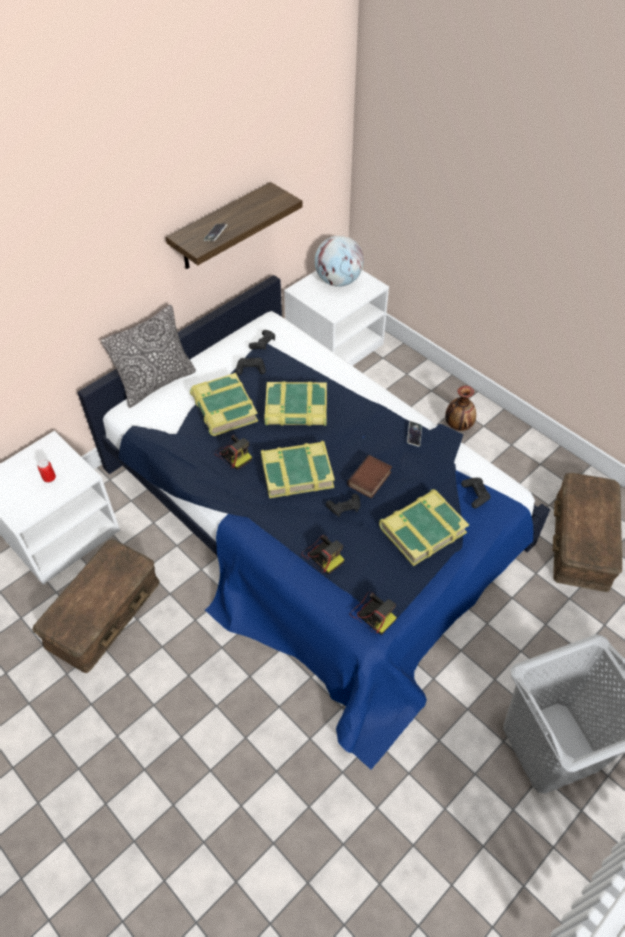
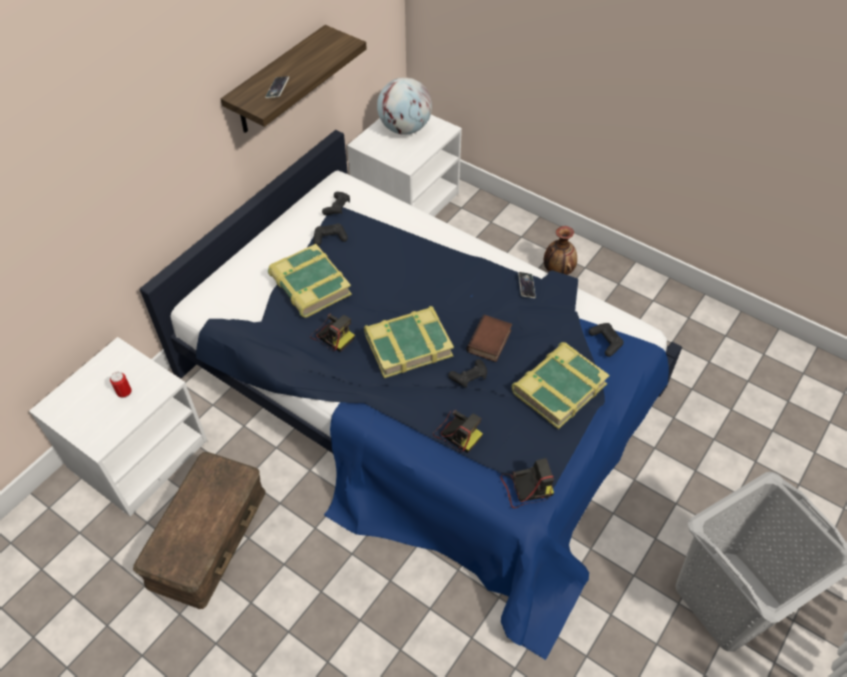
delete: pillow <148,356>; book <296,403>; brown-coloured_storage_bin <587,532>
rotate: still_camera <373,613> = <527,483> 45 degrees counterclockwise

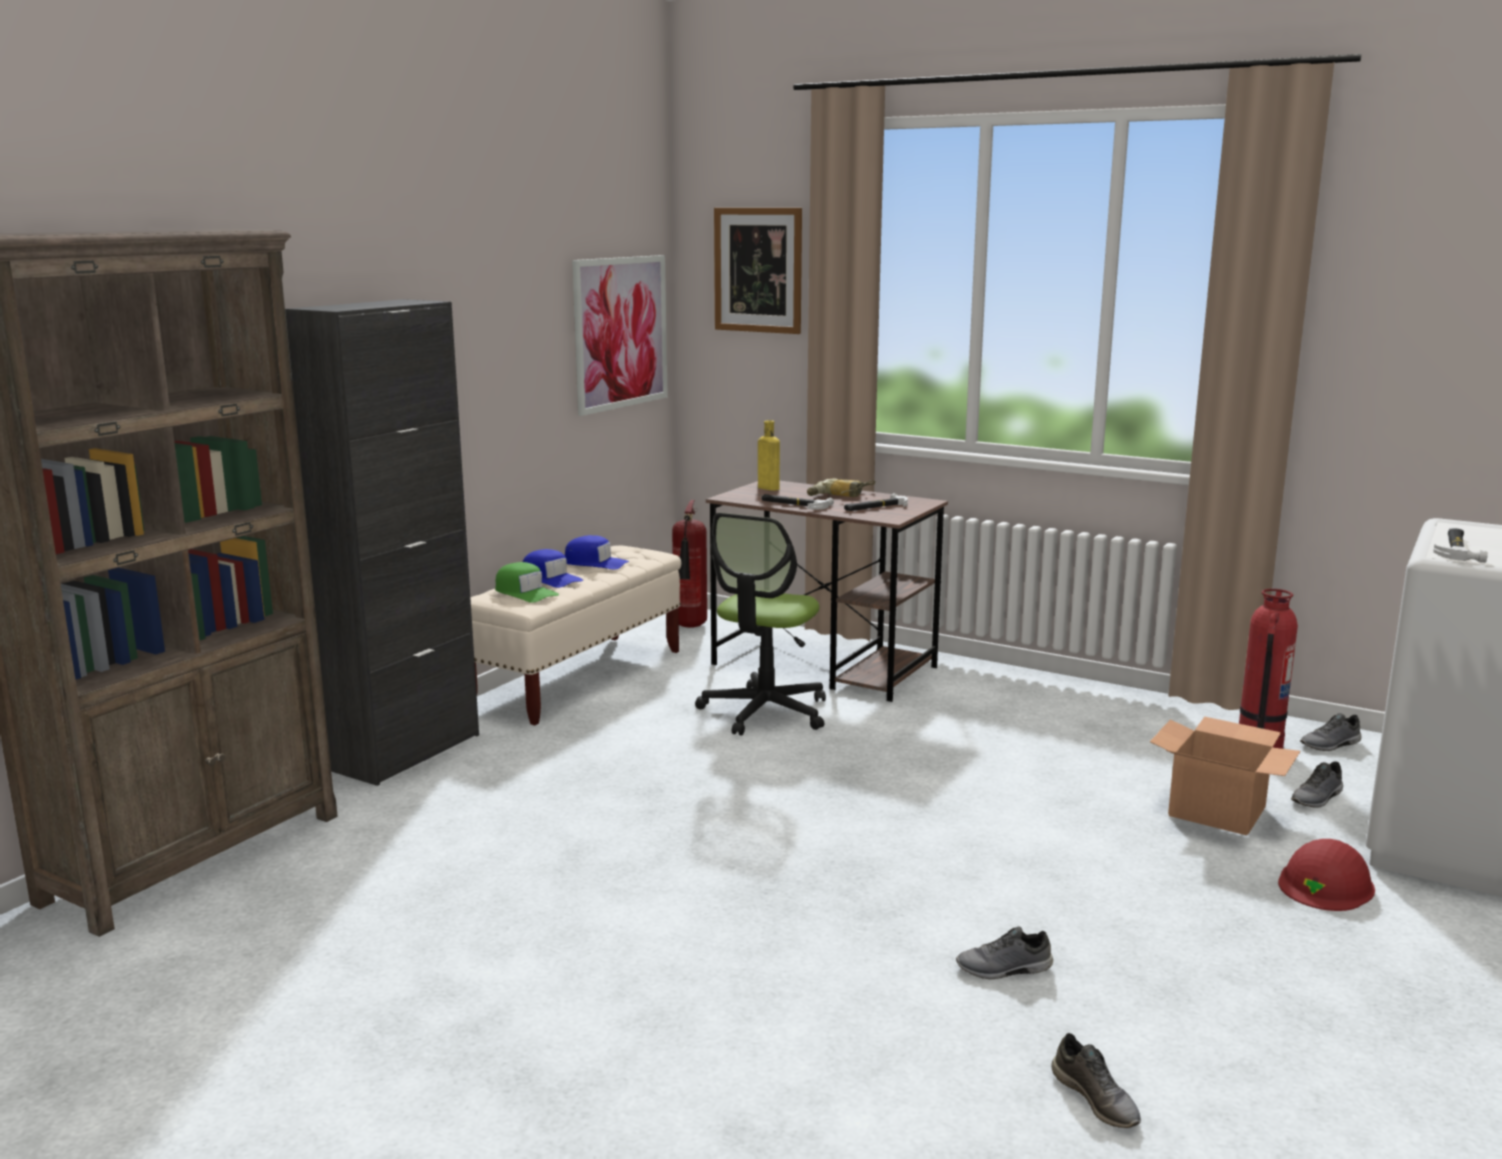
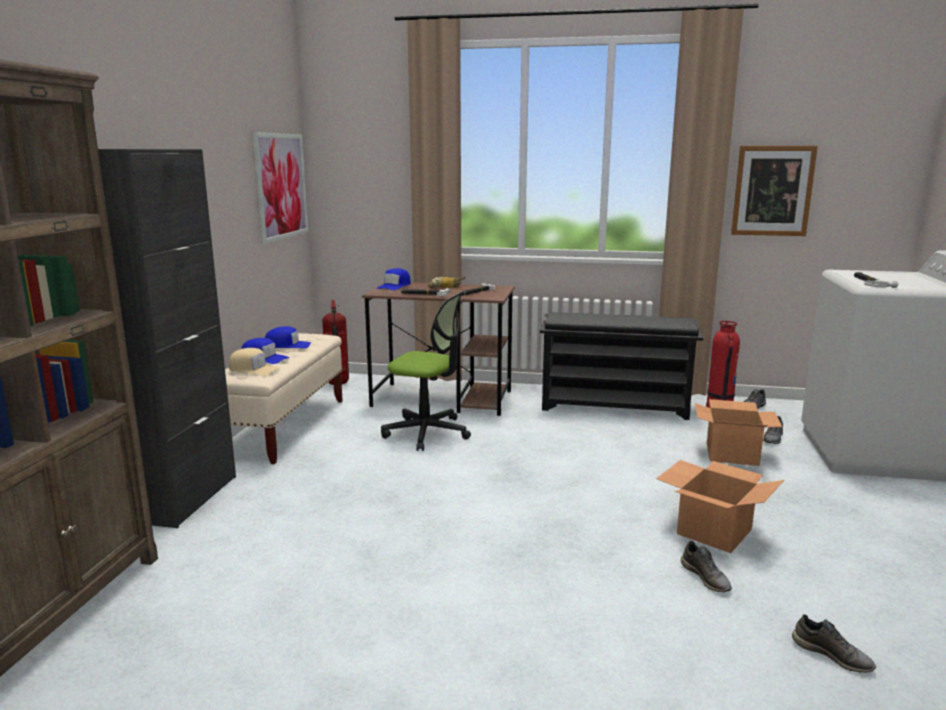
delete: red-coloured_hard_hat <1326,875>
insert: blackish_shoe_shelf <621,366>; carton <720,506>
move: picture <758,271> to <774,191>
replace: yellowish_bottle <769,455> to bluish_baseball_cap <394,279>
recolor: green-coloured_baseball_cap <527,582> to sand-coloured_baseball_cap <254,362>
rotate: desk_chair <760,624> = <426,371> 75 degrees counterclockwise; gray_low_shoe <1004,952> = <706,566> 90 degrees counterclockwise

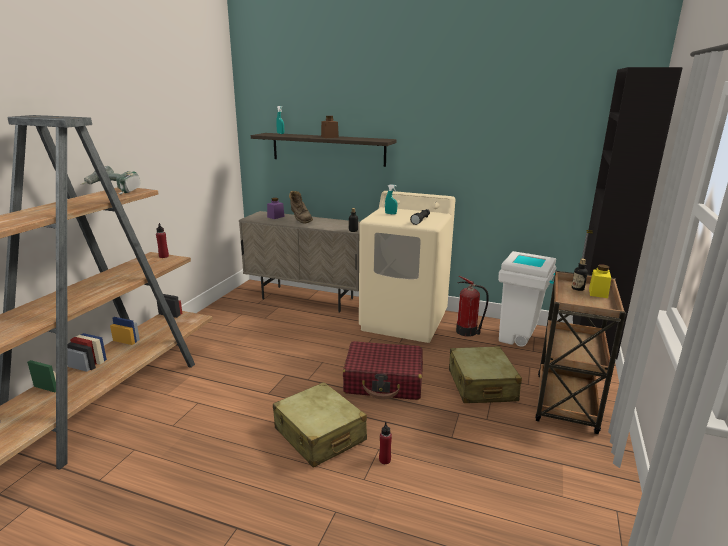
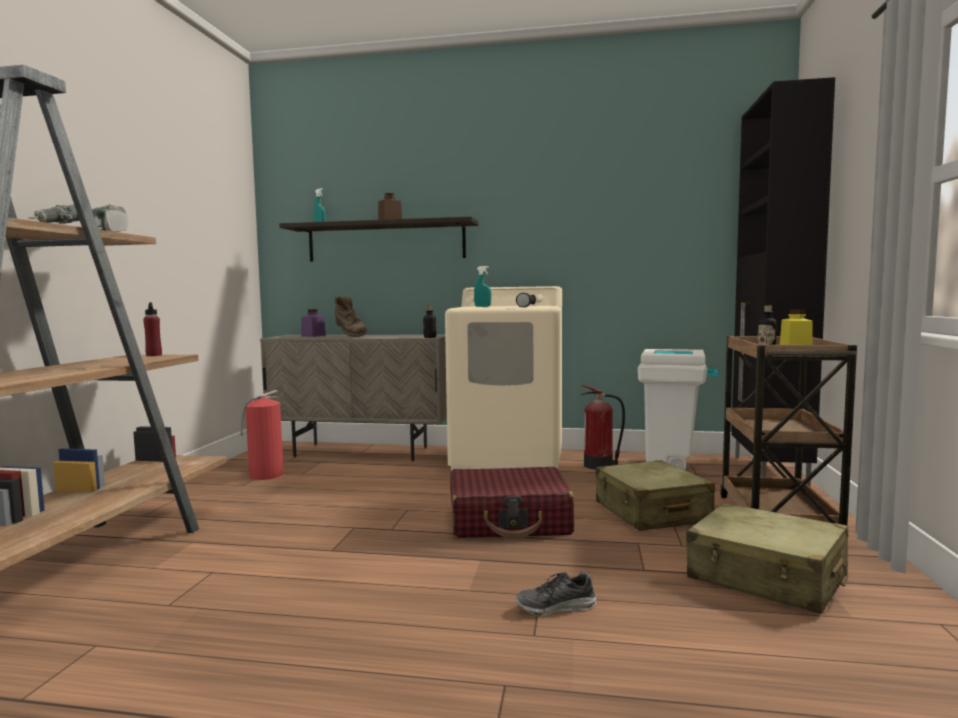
insert: fire_extinguisher <262,435>
move: sand-coloured_travel_case <320,424> to <767,558>
replace: red-coloured_bottle <385,443> to low_shoe <556,593>

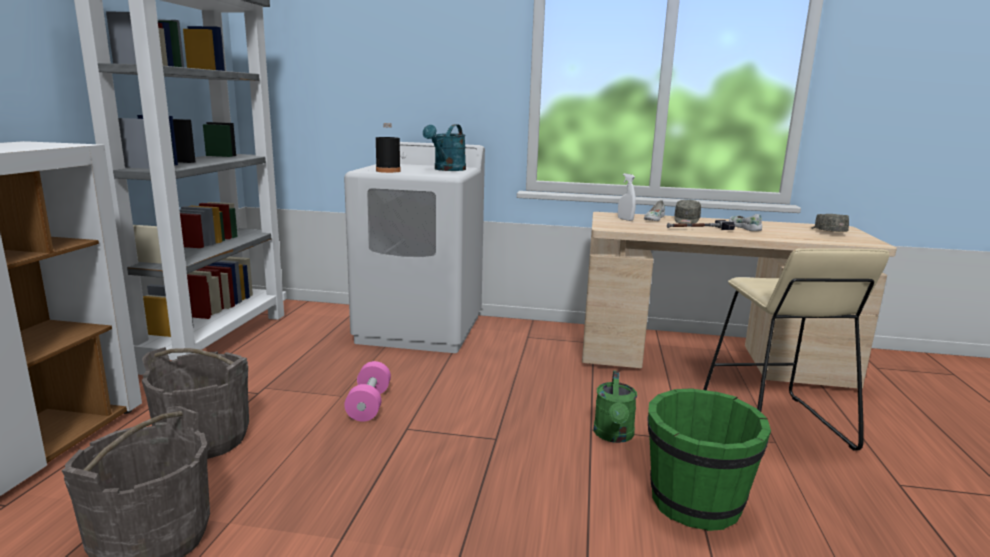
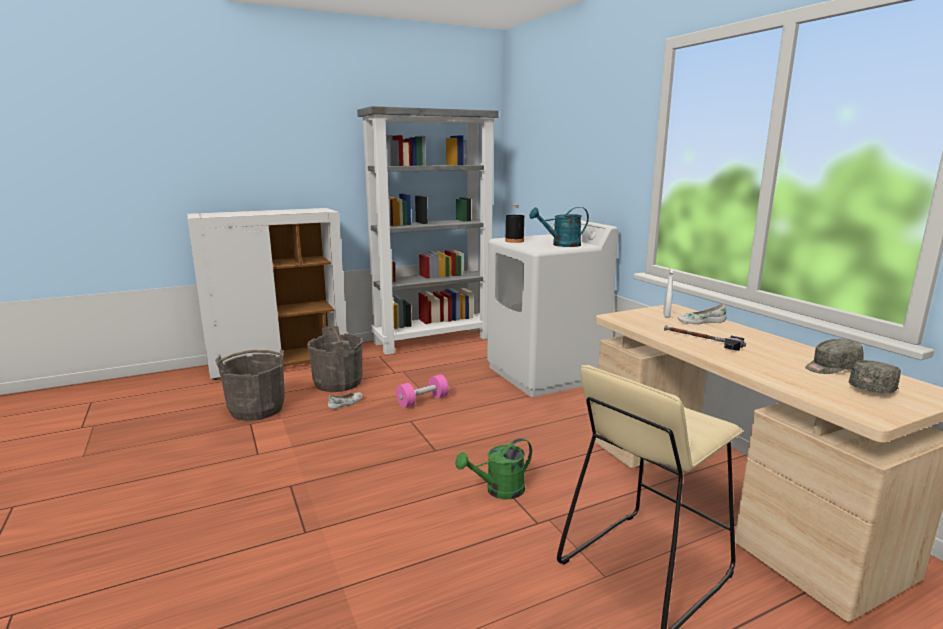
delete: green-coloured_water_bucket <709,459>
move: white_low_shoe <745,222> to <345,400>; gray_baseball_cap <687,212> to <834,356>

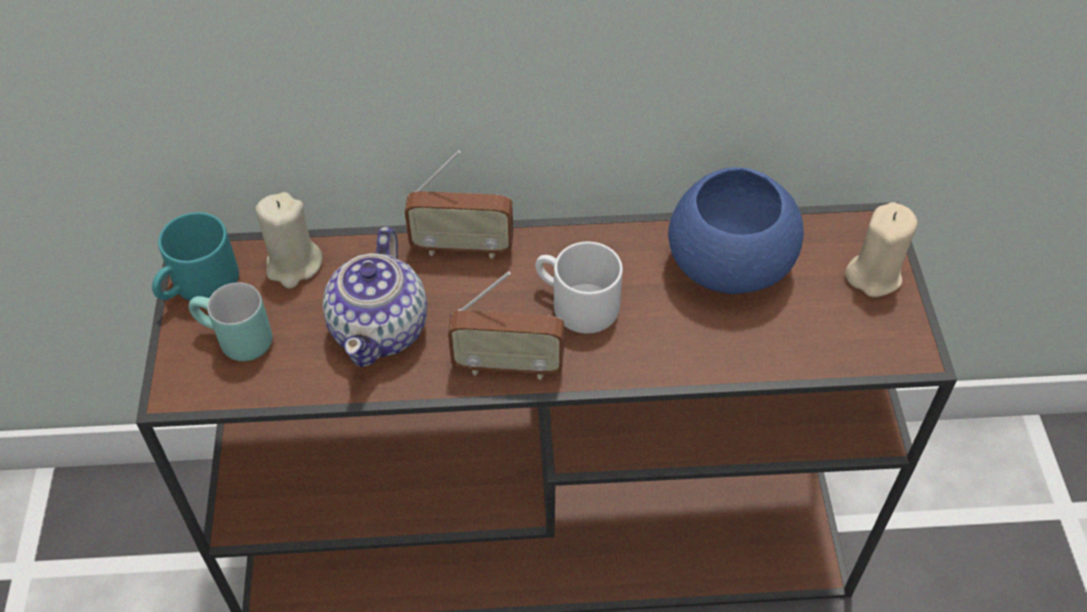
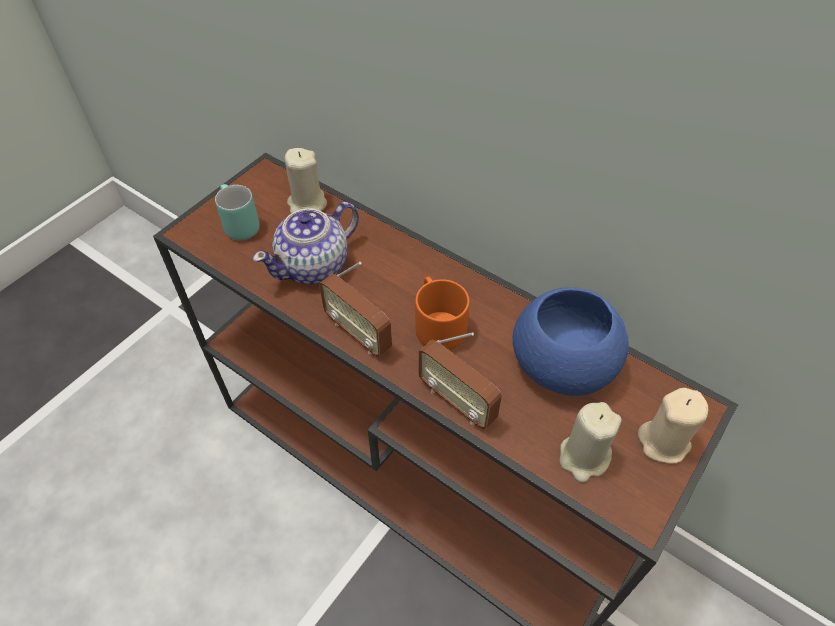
delete: turquoise-coloured_coffee_mug <195,256>
insert: sand-coloured_candle <591,442>
move: radio <459,204> to <460,380>
recolor: white_coffee_mug <579,288> to orange_coffee_mug <442,313>

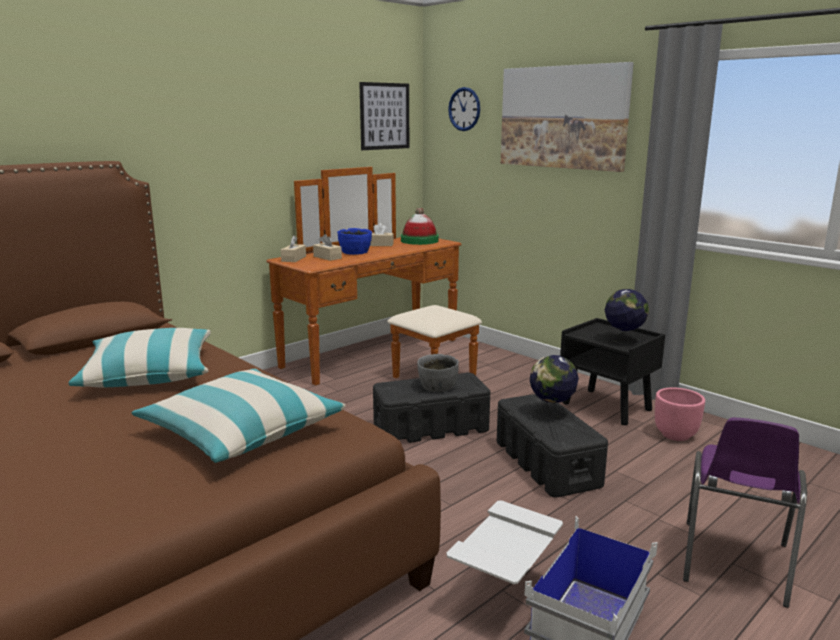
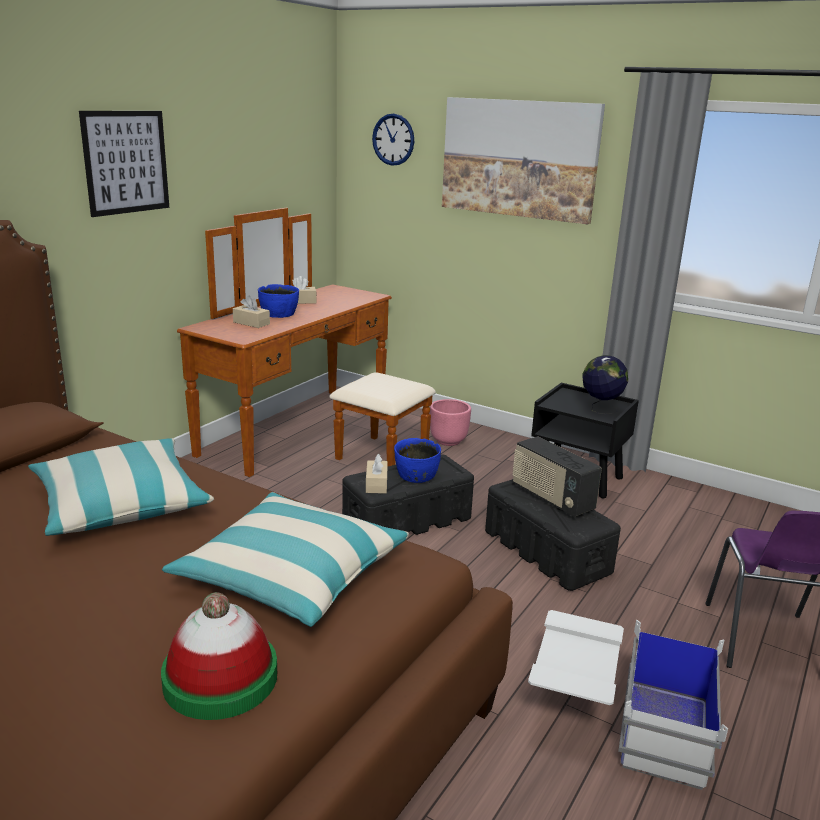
move: picture <384,116> to <124,164>; clothing_hat <420,226> to <219,656>; sand-coloured_tissue_holder <293,248> to <377,474>; pinkish_flower_pot <680,414> to <450,422>
replace: globe <554,386> to radio <557,476>
recolor: gray_serving_bowl <438,373> to bluish_serving_bowl <417,460>

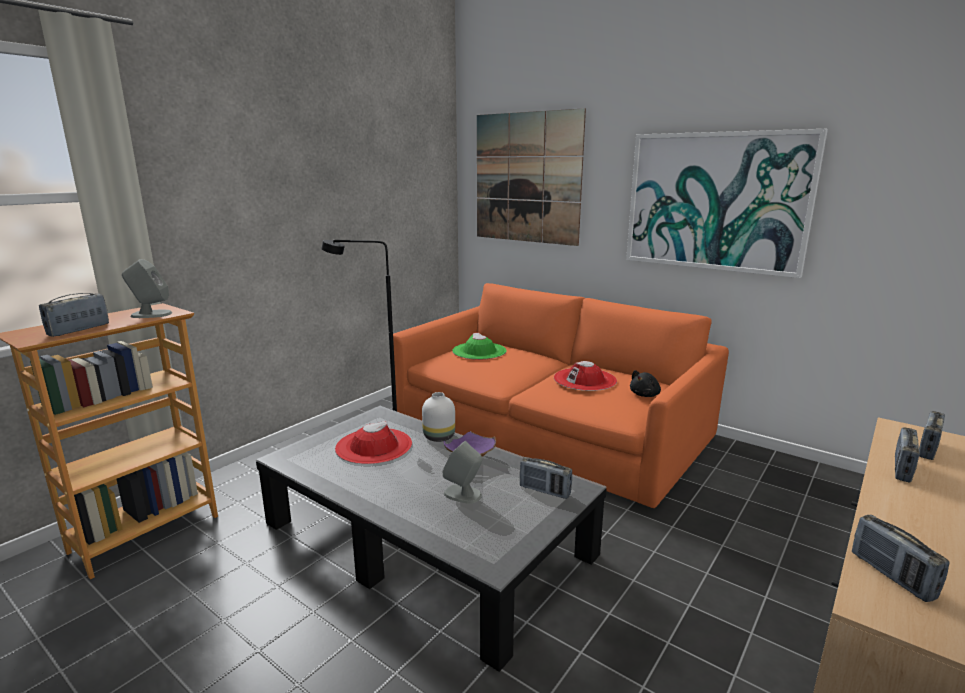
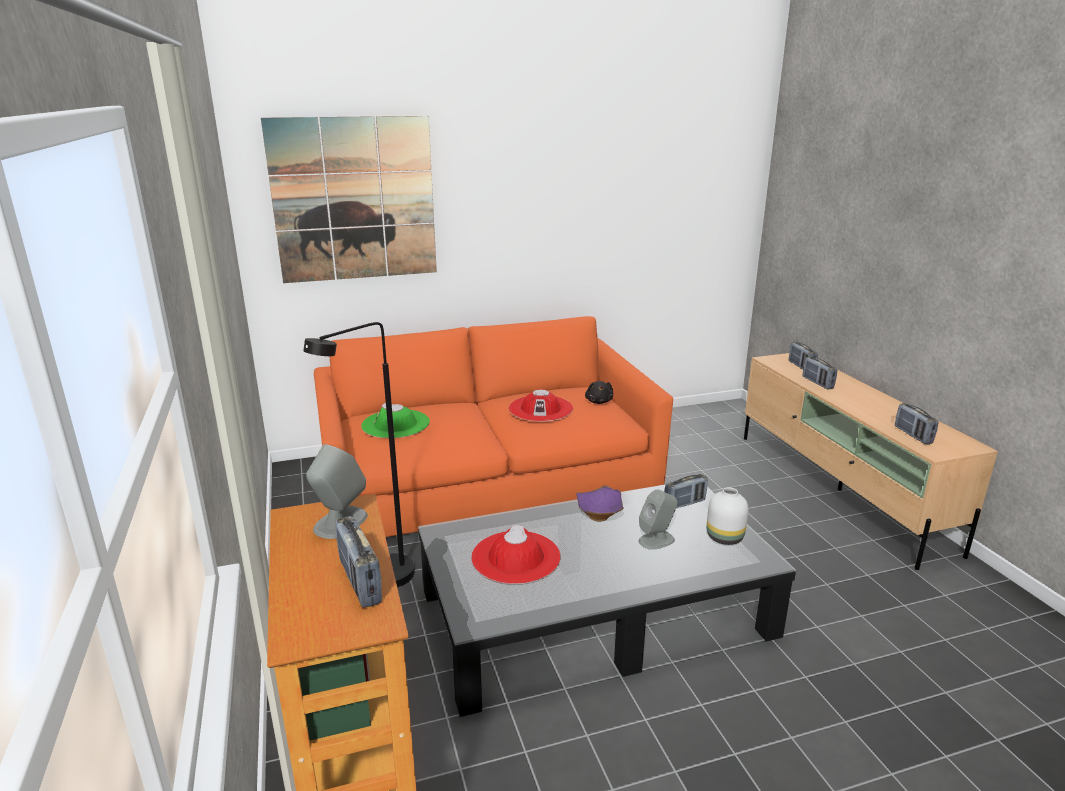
delete: picture <727,203>
move: white_vase <438,417> to <727,516>
rotate: radio <901,558> = <917,423> 60 degrees clockwise

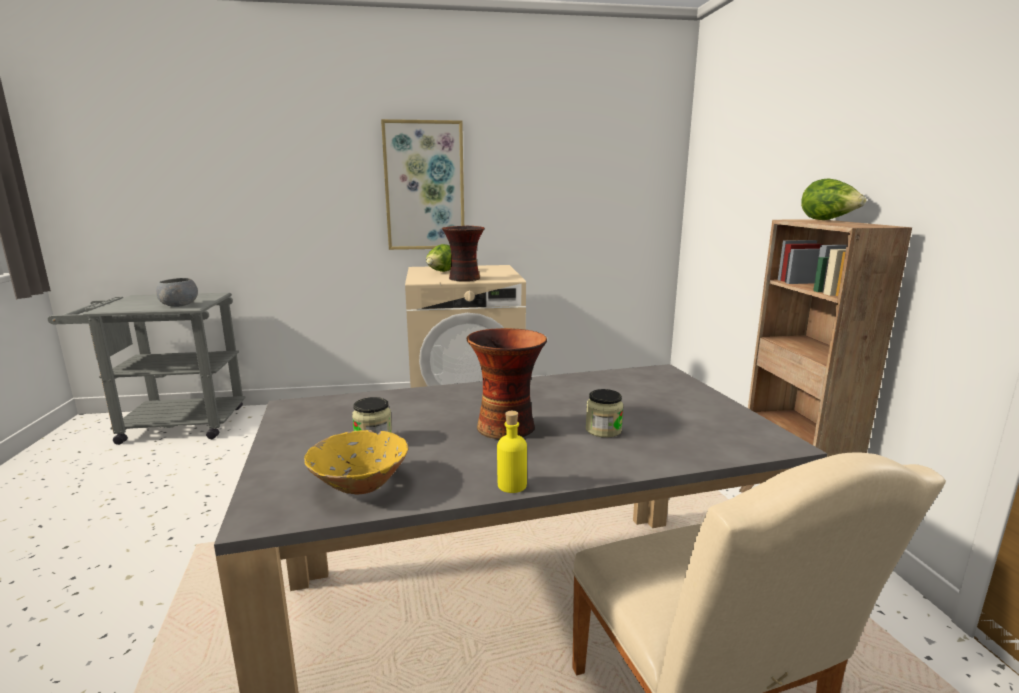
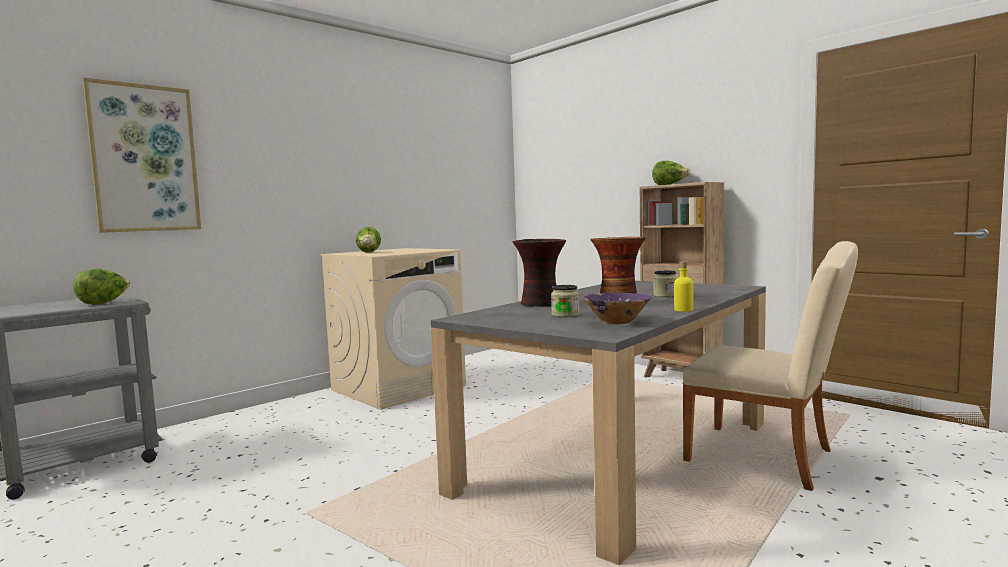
move: picture <422,184> to <142,155>; vase <463,253> to <539,273>
replace: gray_serving_bowl <177,292> to lettuce_head <101,287>
recolor: yellowish_serving_bowl <356,462> to purple_serving_bowl <617,308>

